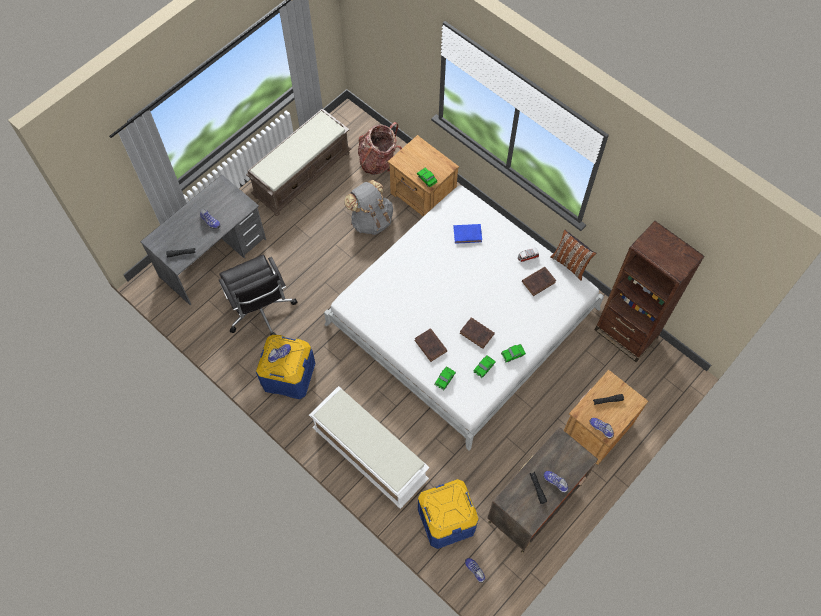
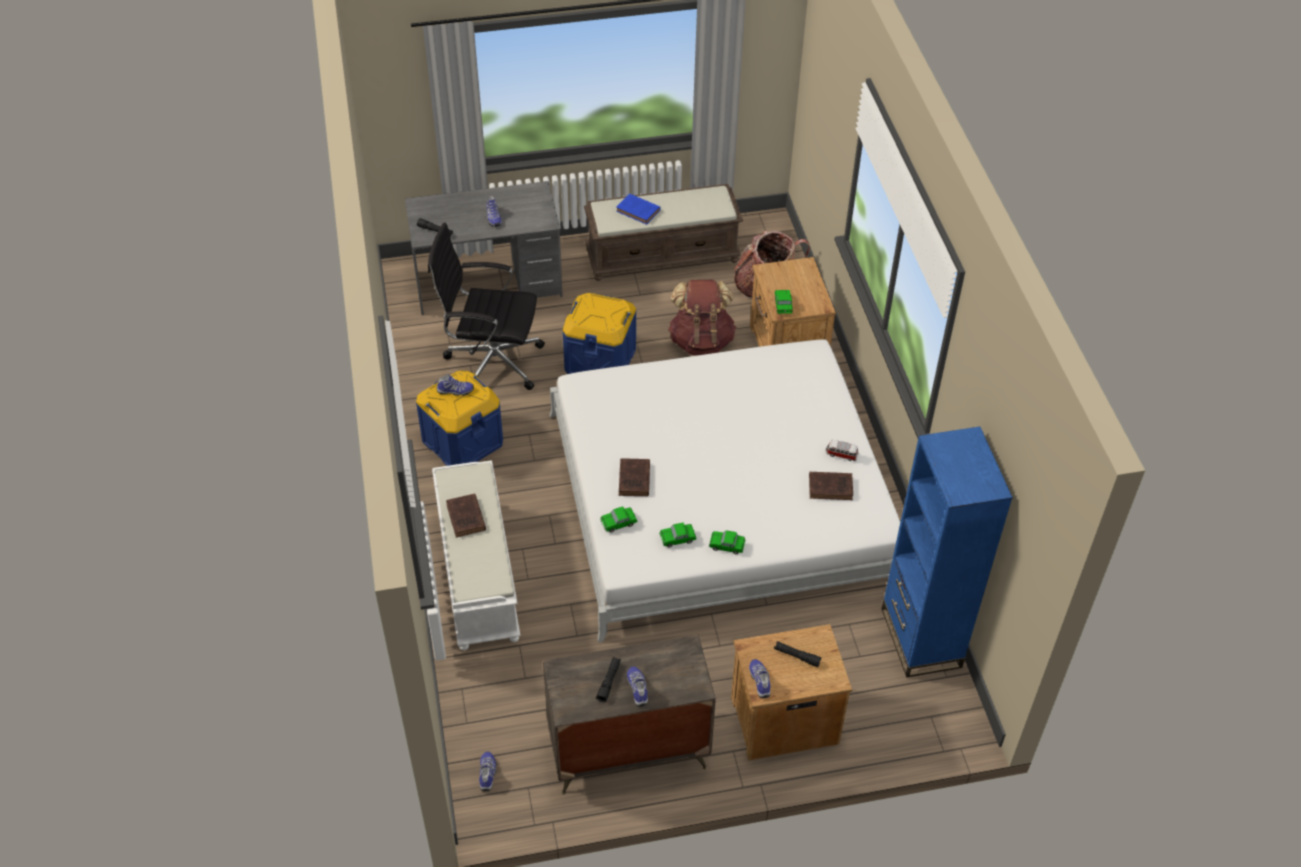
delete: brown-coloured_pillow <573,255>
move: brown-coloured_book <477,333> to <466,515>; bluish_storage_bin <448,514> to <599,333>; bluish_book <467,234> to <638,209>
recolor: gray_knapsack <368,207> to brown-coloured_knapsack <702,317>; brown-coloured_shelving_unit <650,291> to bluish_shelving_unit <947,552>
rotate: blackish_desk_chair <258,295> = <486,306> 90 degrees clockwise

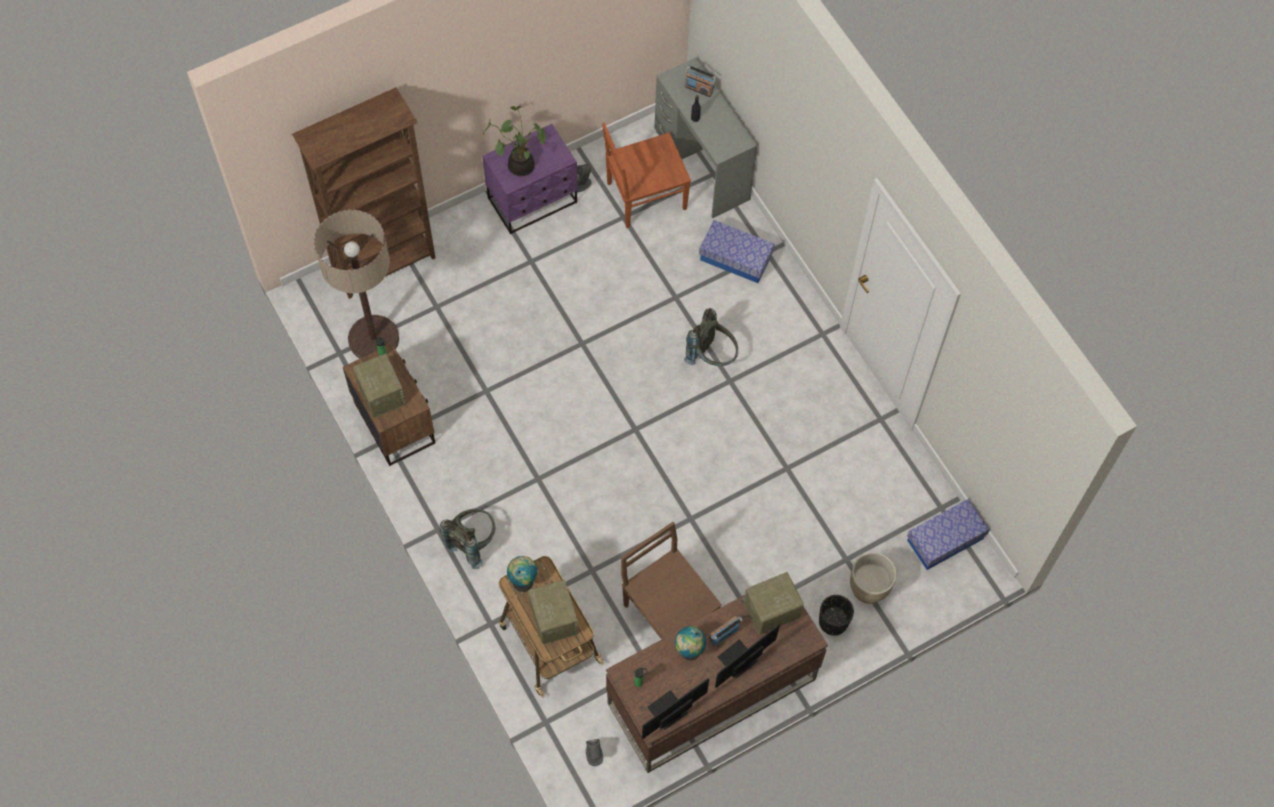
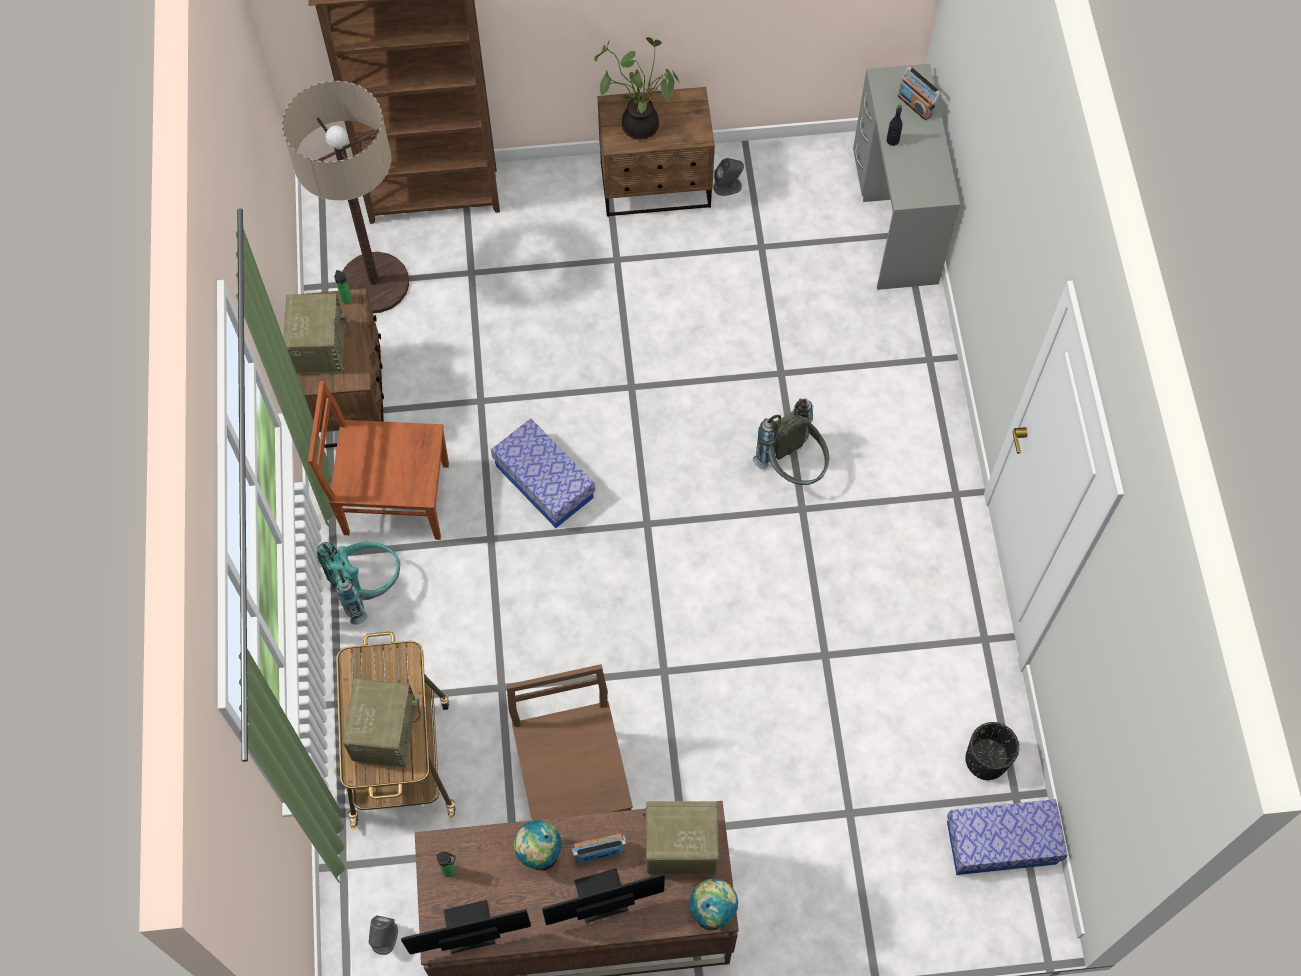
delete: sand-coloured_flower_pot <873,578>
move: brown-coloured_upright_chair <646,175> to <378,460>; storage_bin <737,251> to <543,473>; globe <522,574> to <714,904>; blackish_flower_pot <836,615> to <992,751>
recolor: gray_knapsack <467,539> to turquoise-coloured_knapsack <358,583>; purple_nightstand <530,179> to brown-coloured_nightstand <656,152>

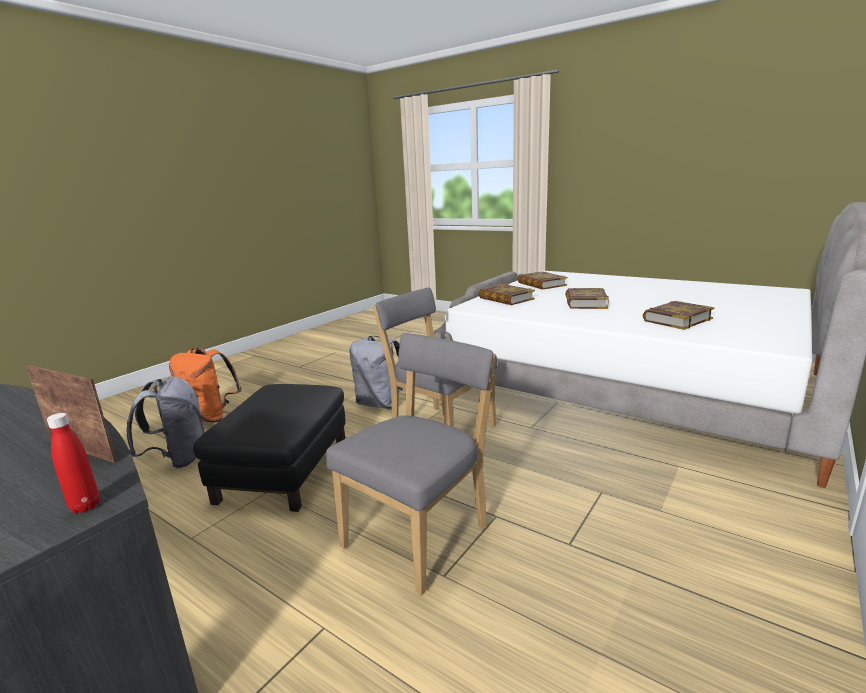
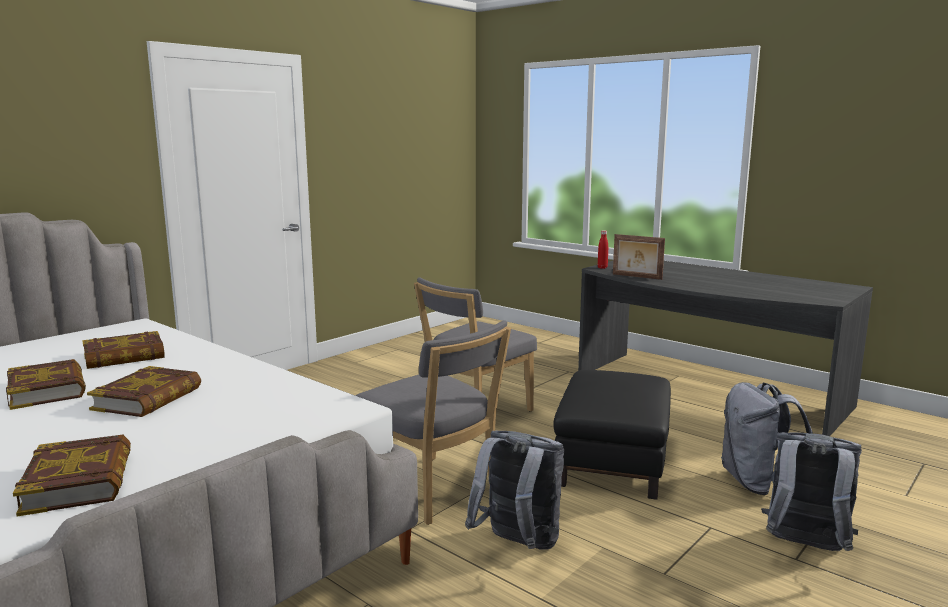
move: book <507,294> to <46,384>
recolor: orange_knapsack <205,385> to gray_knapsack <811,491>

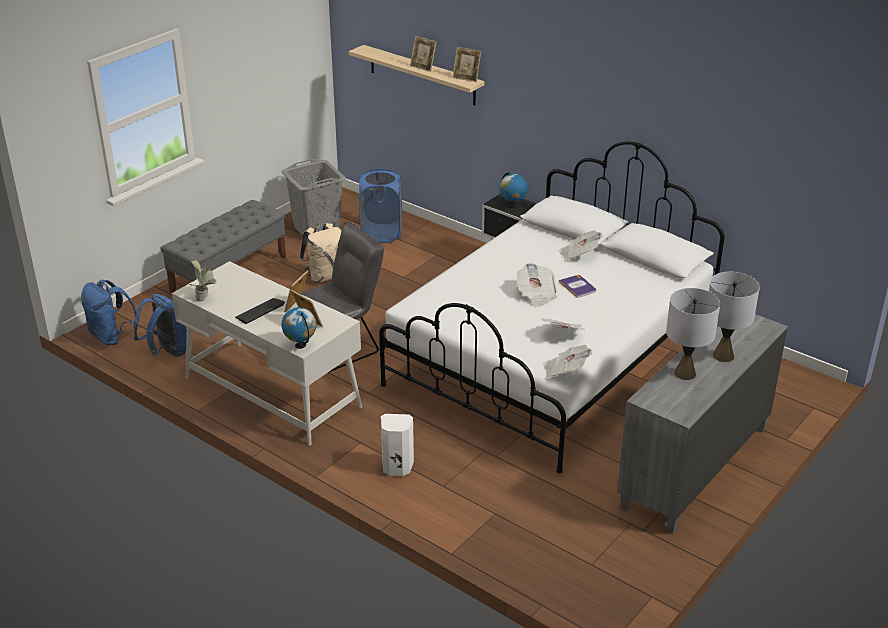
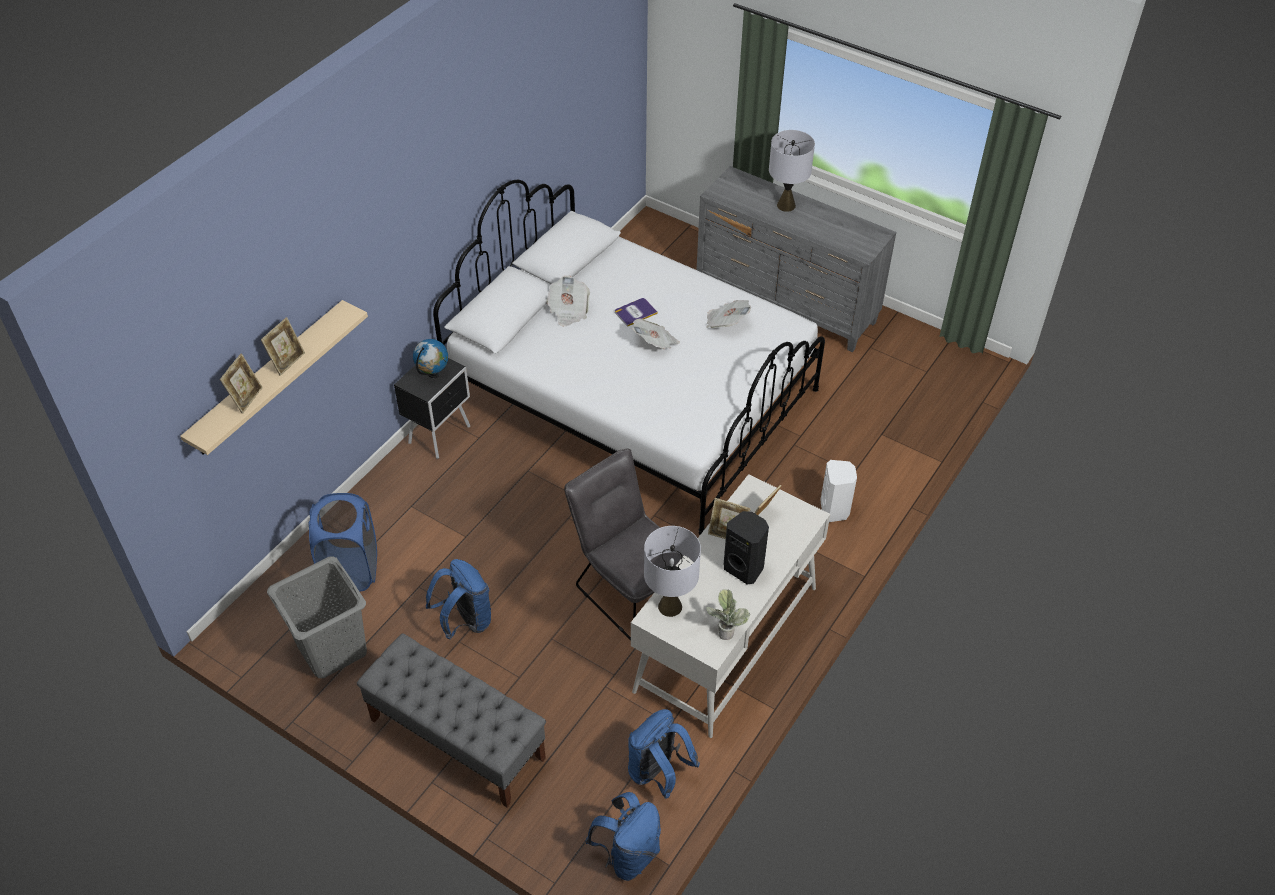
delete: globe <299,328>; printed_paper <567,361>
move: picture_frame <466,64> to <241,383>; gray_lamp_for_a_table <693,334> to <672,571>
replace: computer_keyboard <260,311> to blackish_loudspeaker <746,548>
recolor: sand-coloured_knapsack <321,253> to bluish_knapsack <458,599>

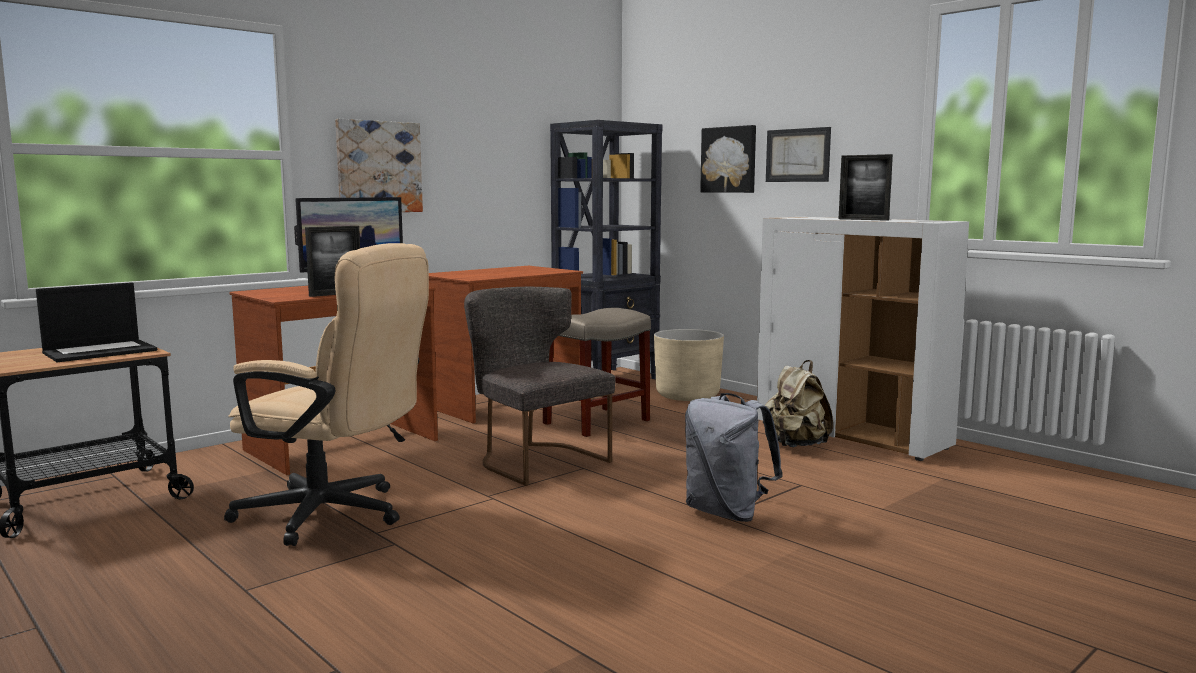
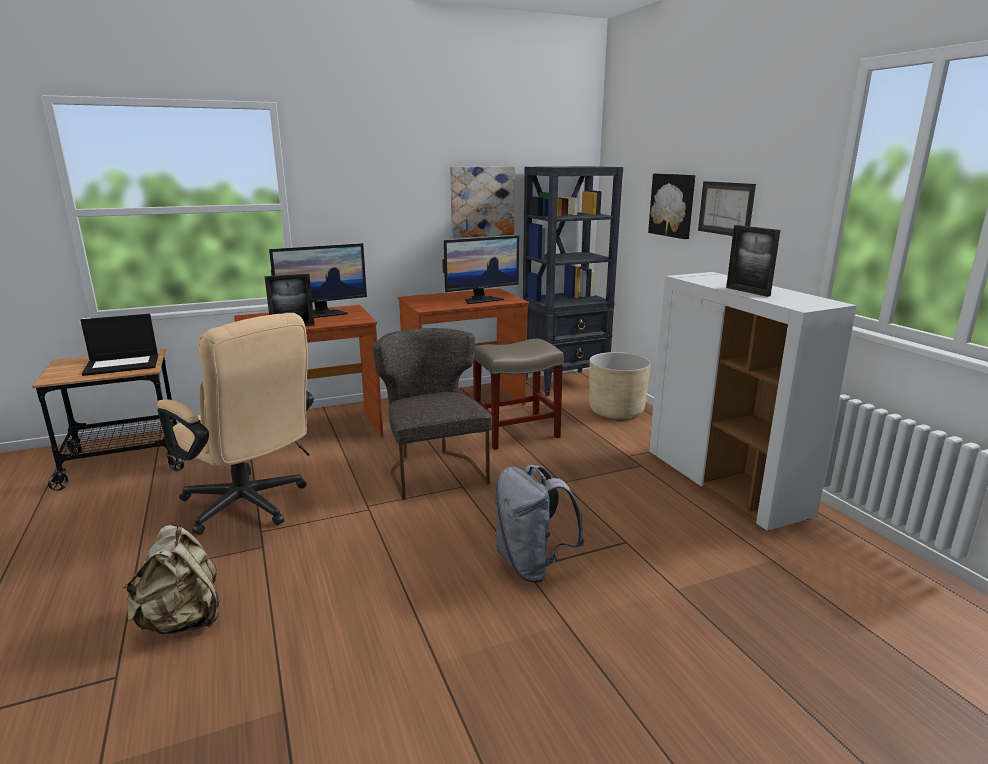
insert: computer_display <480,269>
move: sand-coloured_knapsack <799,403> to <171,579>; picture <379,165> to <482,202>

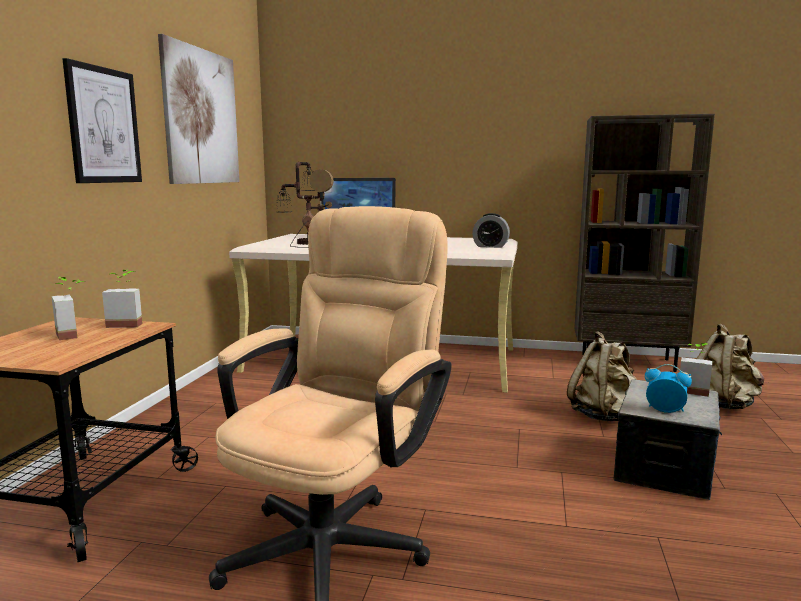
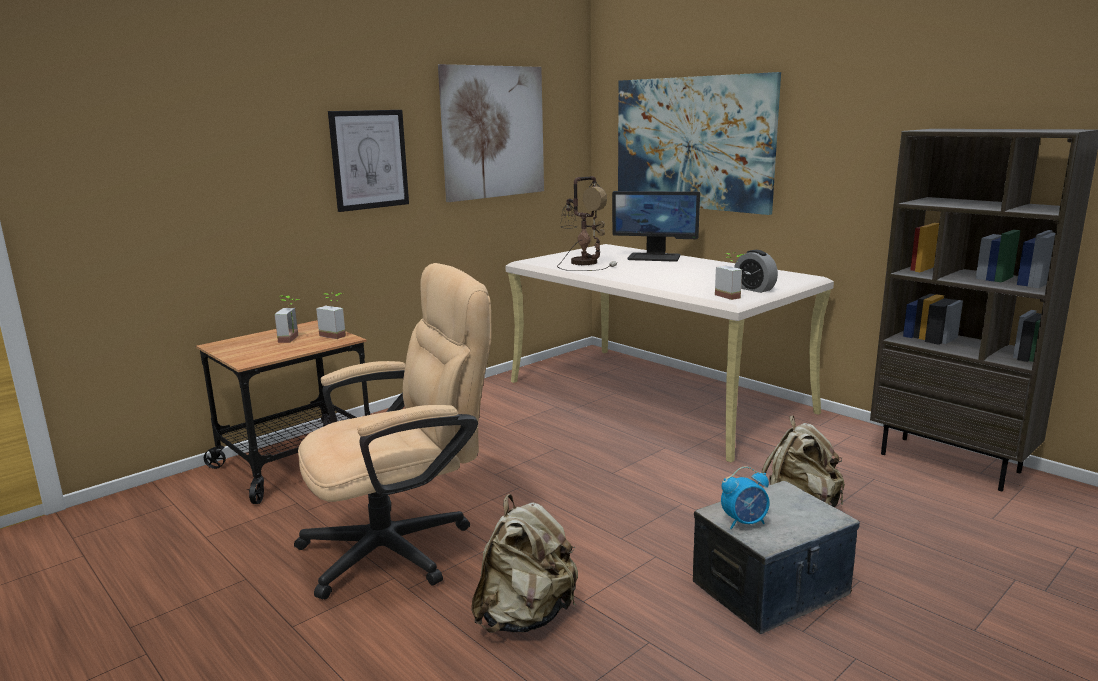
insert: picture <699,143>
move: sand-coloured_knapsack <730,366> to <524,563>; houseplant <696,370> to <729,276>
rotate: bedside_clock <668,388> = <745,497> 105 degrees clockwise

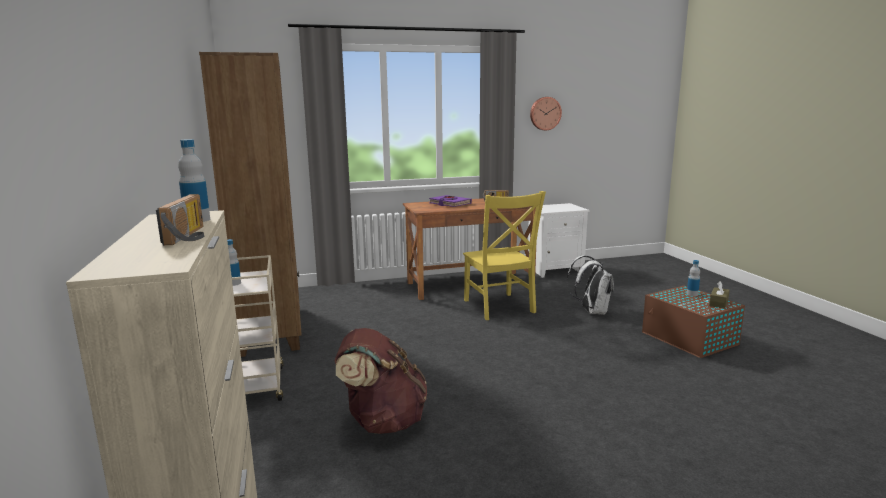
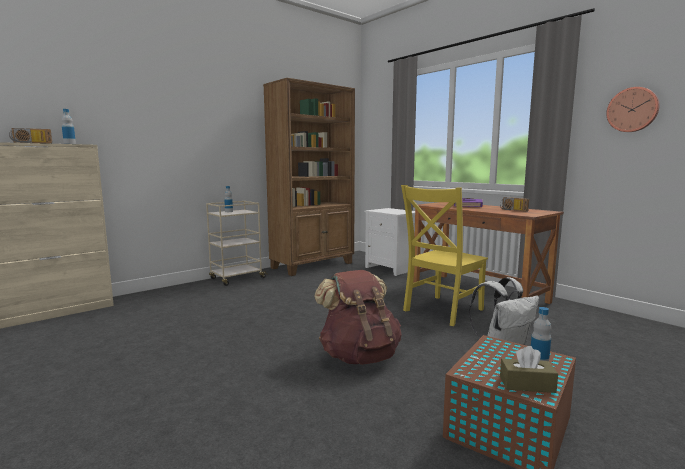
move: brown-coloured_knapsack <380,381> to <358,317>; white_nightstand <559,240> to <389,242>

